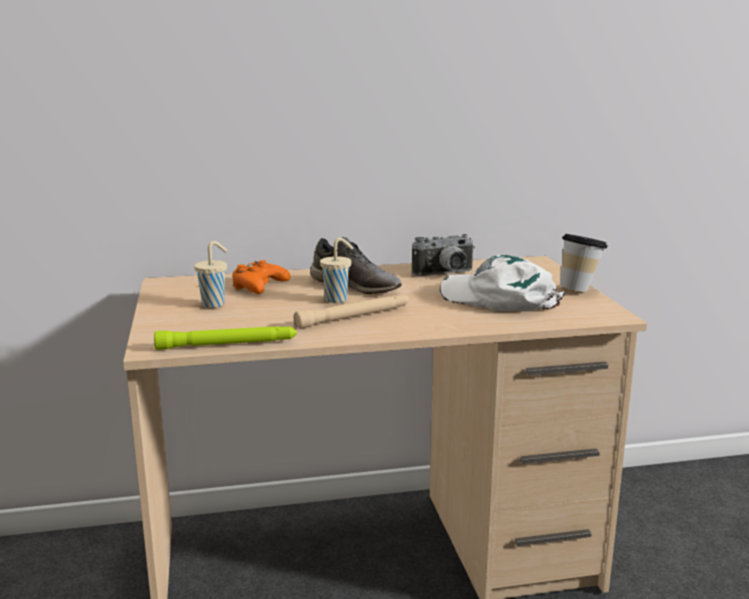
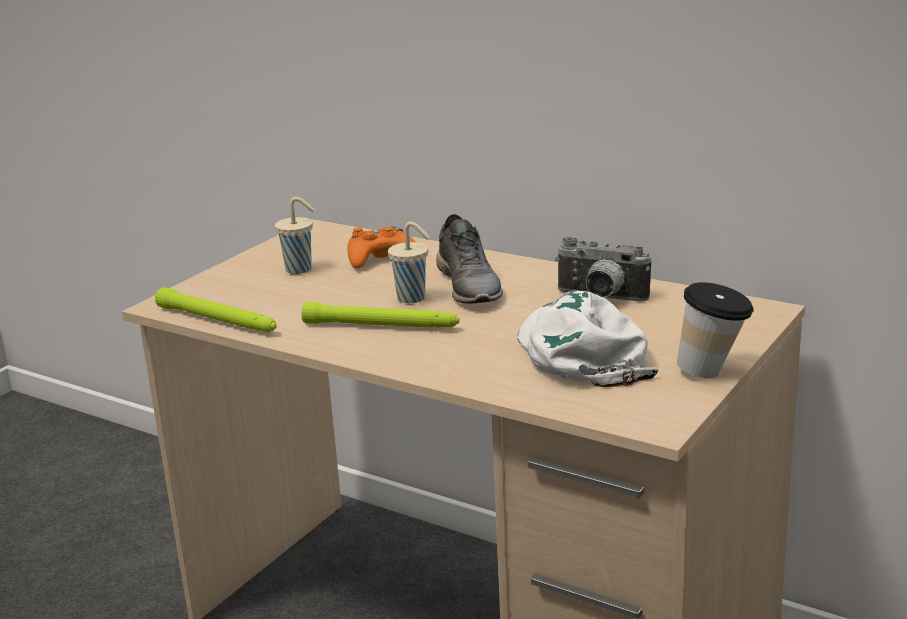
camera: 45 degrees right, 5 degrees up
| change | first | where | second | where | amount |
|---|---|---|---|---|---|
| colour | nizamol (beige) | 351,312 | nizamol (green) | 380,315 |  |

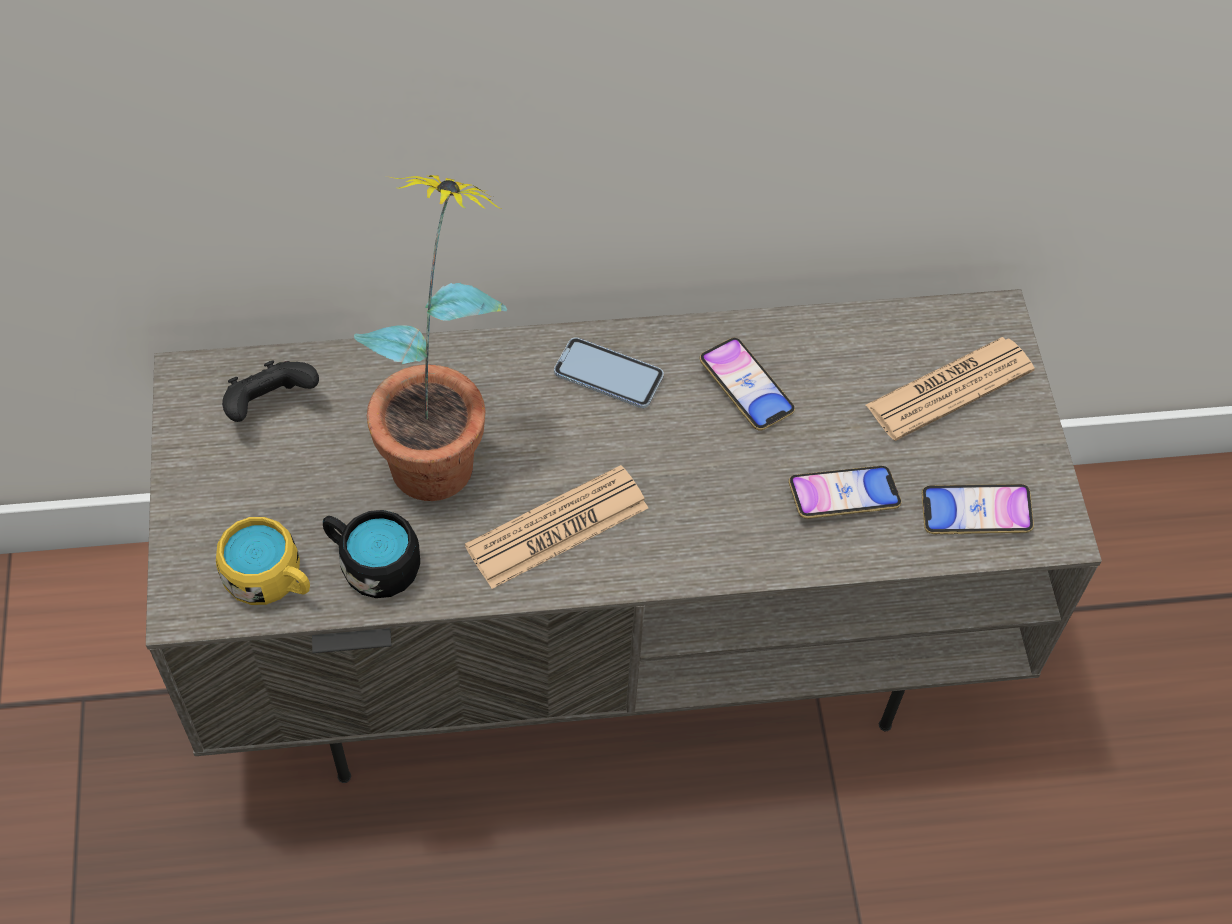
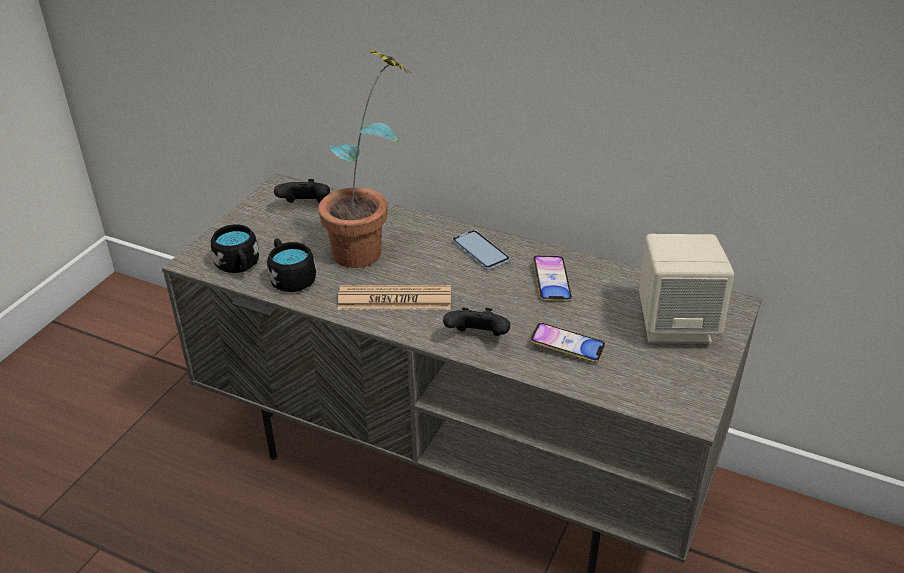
camera: 35 degrees right, 20 degrees down
| change | first | where | second | where | amount |
|---|---|---|---|---|---|
| colour | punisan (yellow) | 263,561 | punisan (black) | 235,248 |  |
| exchanged | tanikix | 950,389 | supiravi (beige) | 686,289 |  |
| missing | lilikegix | 978,509 |  |  |  |
| appeared |  |  | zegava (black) | 476,321 |  |

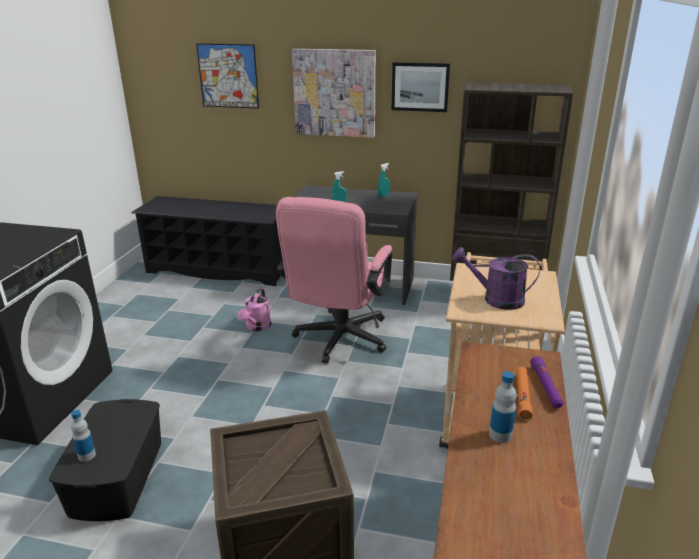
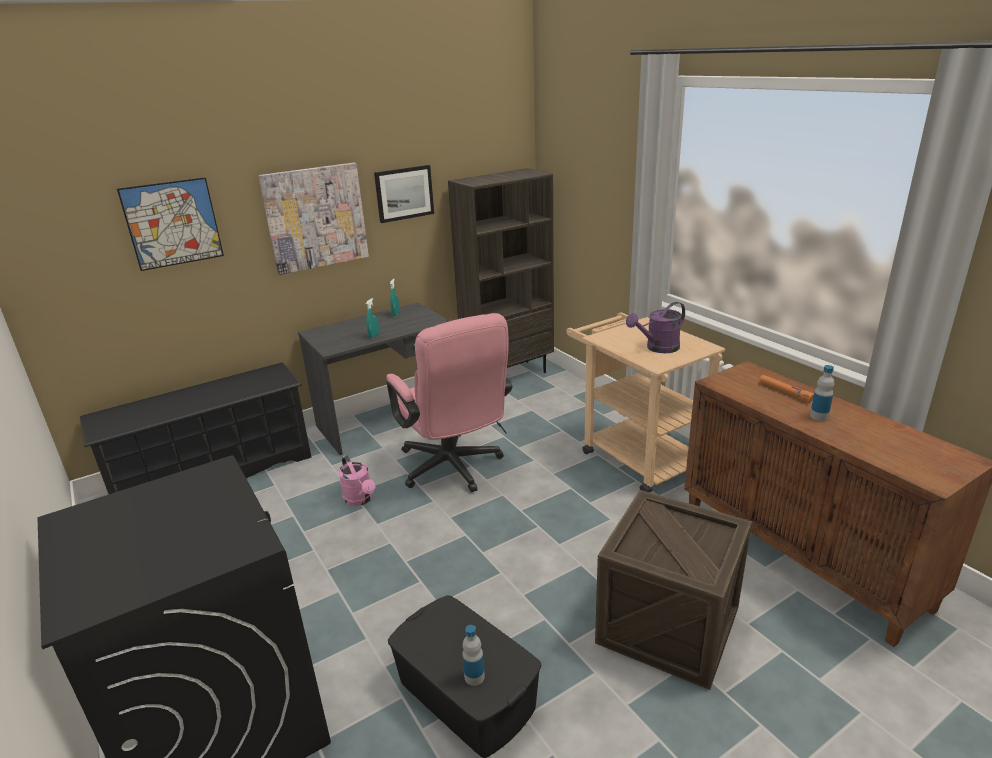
camera: 45 degrees left, 0 degrees up
| change | first | where | second | where | amount |
|---|---|---|---|---|---|
| missing | nizamol (purple) | 547,382 |  |  |  |

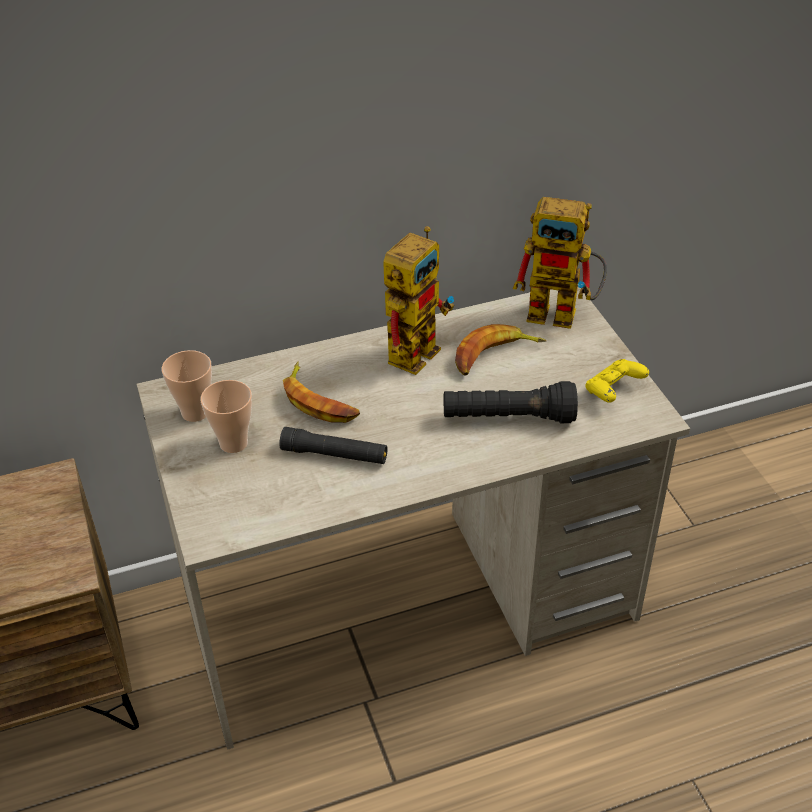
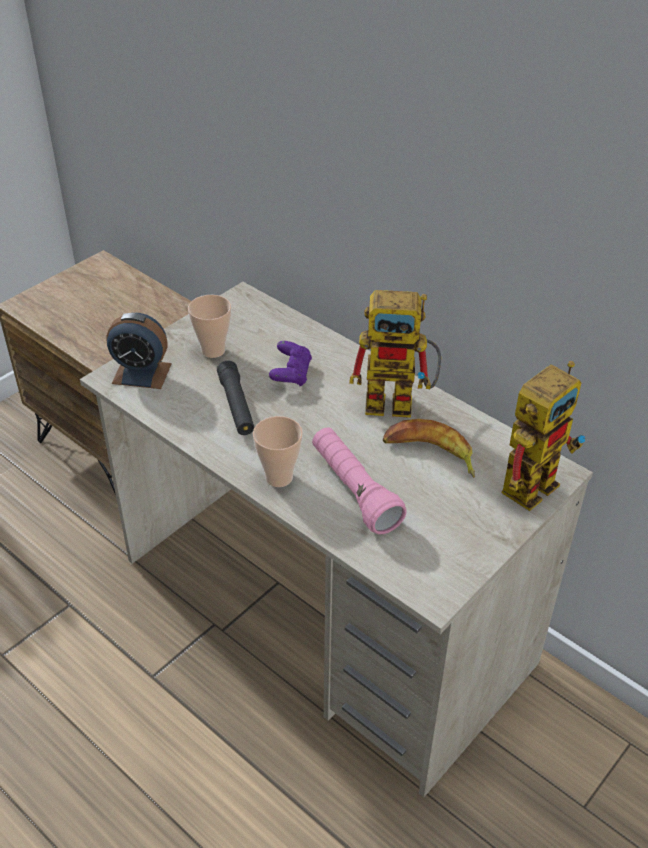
camera: 60 degrees right, 0 degrees up
| change | first | where | second | where | amount |
|---|---|---|---|---|---|
| relocated | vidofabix | 187,386 |  | 278,451 |  |
| exchanged | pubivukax | 321,392 | zegava (purple) | 290,364 |  |
| colour | nizamol (black) | 511,402 | nizamol (pink) | 359,481 |  |
| spun | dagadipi | 560,263 |  | 543,436 | 120 degrees counterclockwise |
| missing | zegava (yellow) | 617,381 |  |  |  |
| appeared |  |  | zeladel | 139,351 |  |

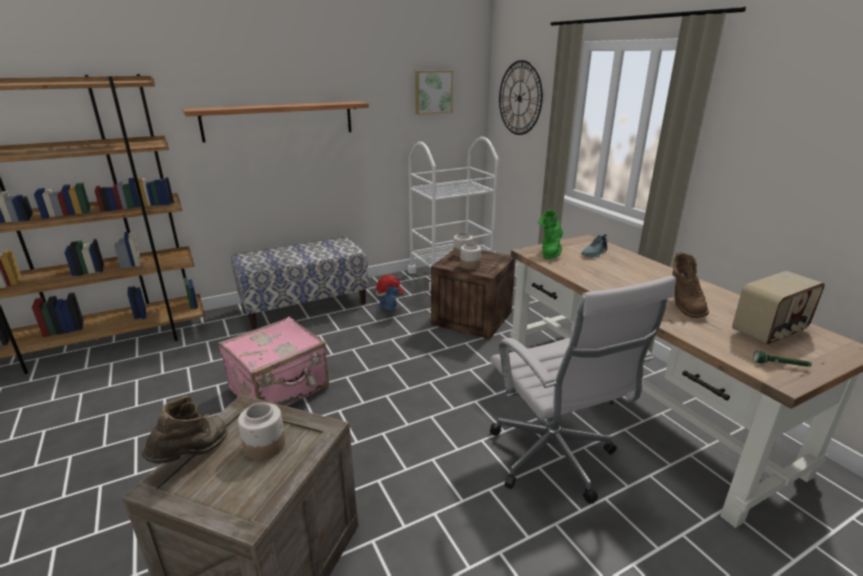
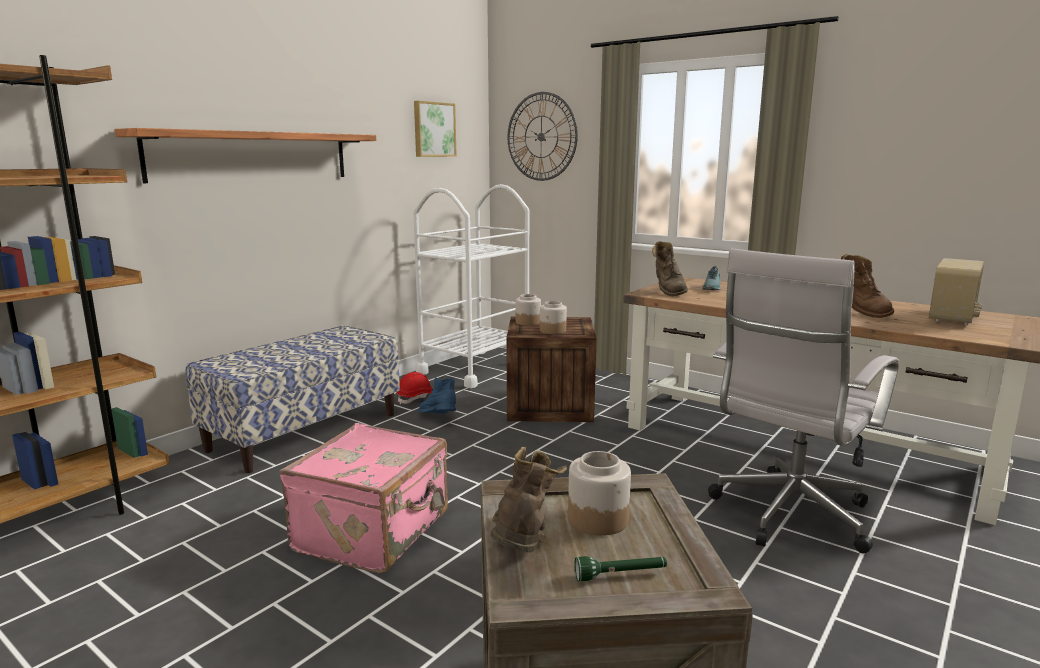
camera: 25 degrees left, 10 degrees down
| change | first | where | second | where | amount |
|---|---|---|---|---|---|
| spun | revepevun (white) | 583,390 |  | 803,401 | 90 degrees clockwise |
| colour | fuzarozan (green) | 550,234 | fuzarozan (brown) | 670,268 |  |
| relocated | nizamol (green) | 782,359 |  | 620,568 |  |

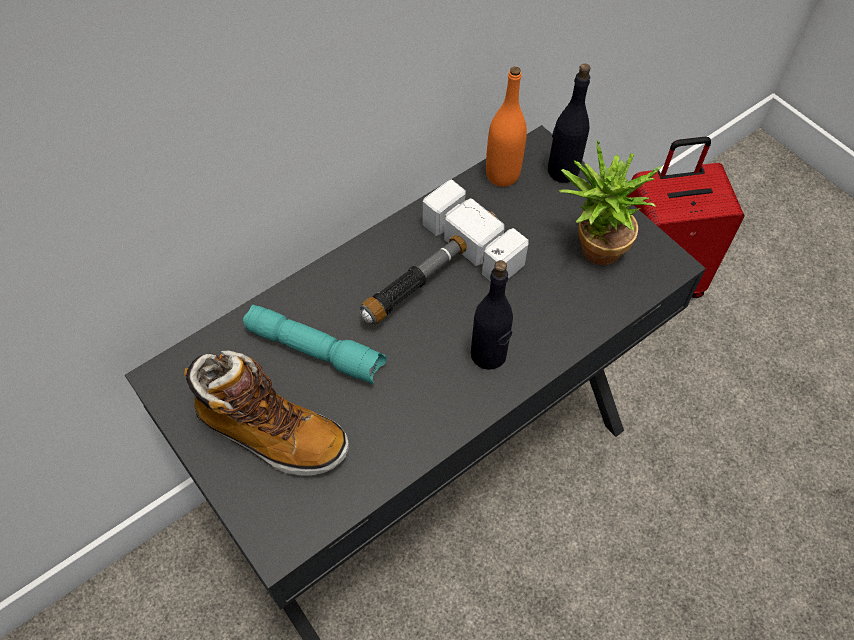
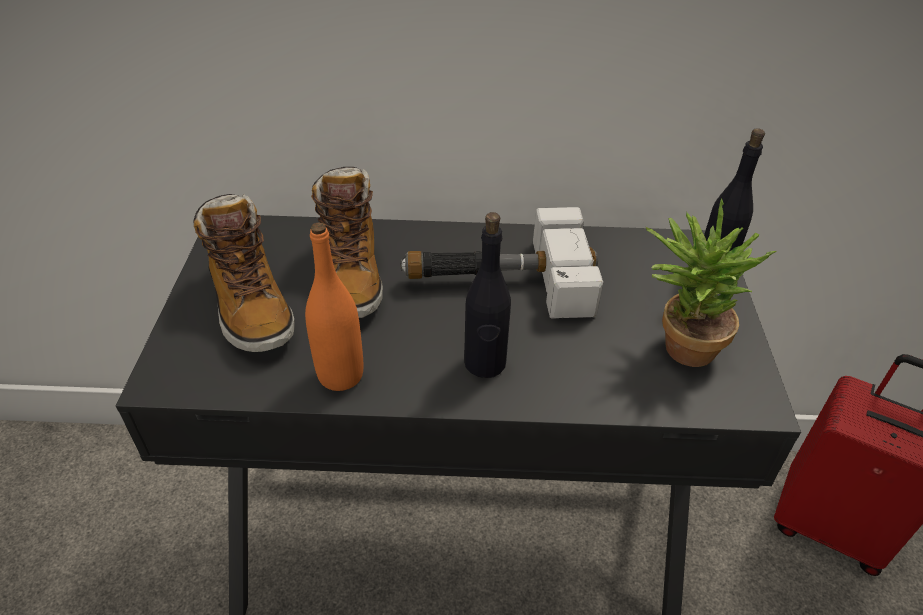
camera: 40 degrees right, 15 degrees down
| change | first | where | second | where | amount |
|---|---|---|---|---|---|
| exchanged | nizamol (turquoise) | 315,345 | fuzarozan | 347,243 |  |
| relocated | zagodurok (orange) | 506,126 |  | 334,306 |  |

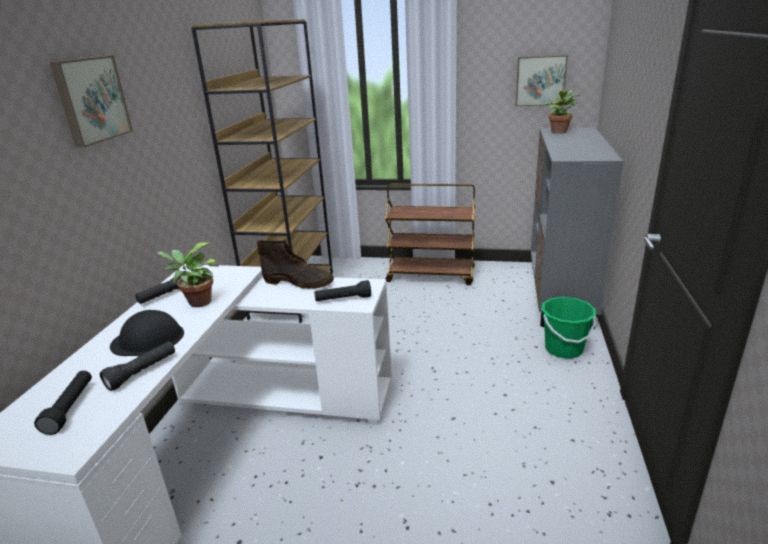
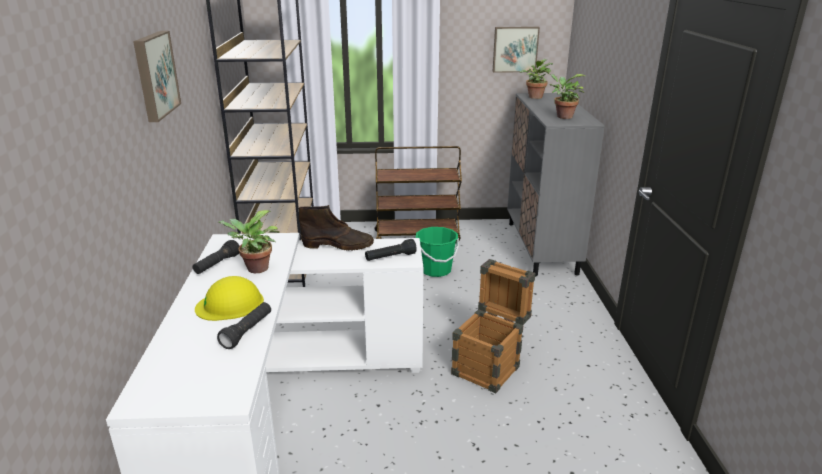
camera: 15 degrees left, 0 degrees up
| change | first | where | second | where | amount |
|---|---|---|---|---|---|
| missing | nizamol (black) | 63,402 |  |  |  |
| colour | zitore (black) | 147,333 | zitore (yellow) | 229,298 |  |
| relocated | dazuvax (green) | 569,328 |  | 437,252 |  |
| appeared |  |  | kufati | 493,326 |  |
| appeared |  |  | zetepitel | 567,96 |  |

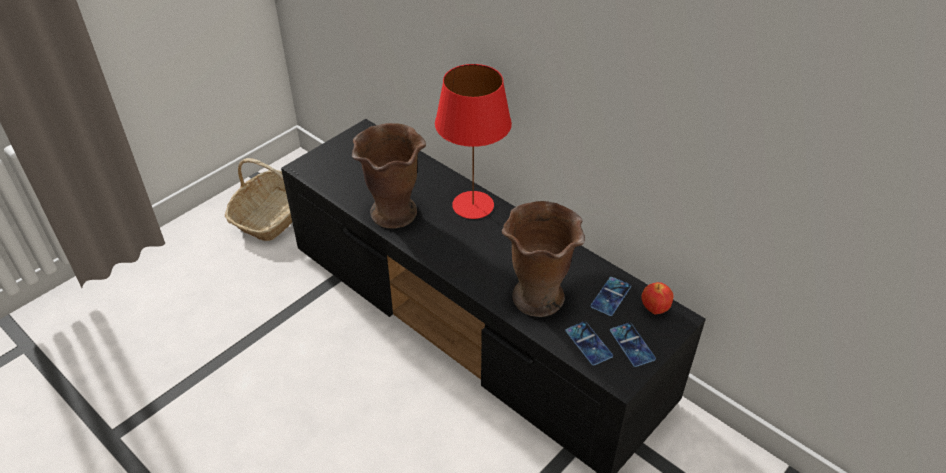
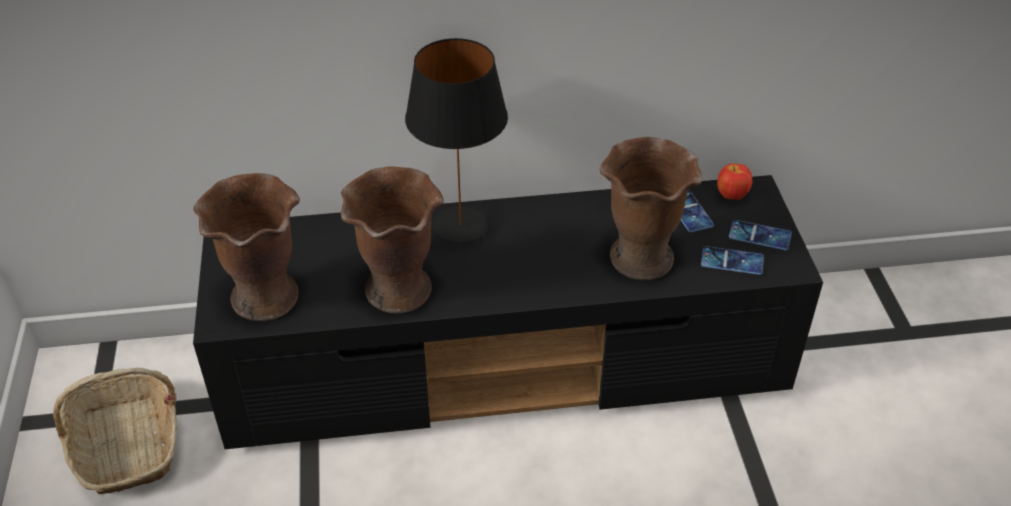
camera: 50 degrees left, 0 degrees up
| change | first | where | second | where | amount |
|---|---|---|---|---|---|
| colour | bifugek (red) | 473,141 | bifugek (black) | 456,141 |  |
| appeared |  |  | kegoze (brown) | 246,247 |  |

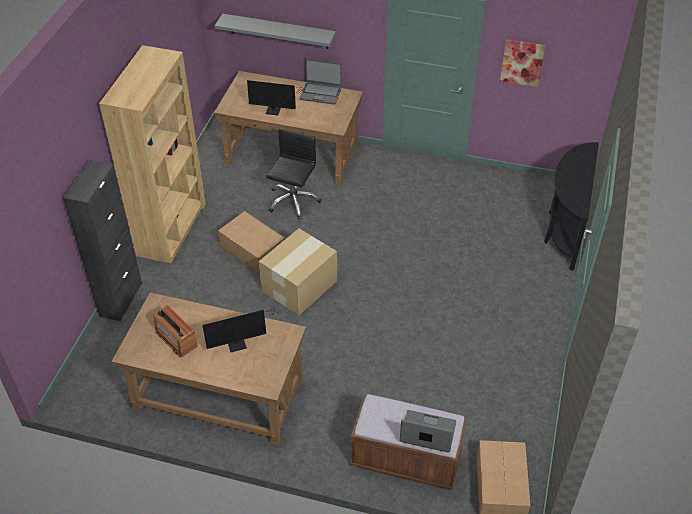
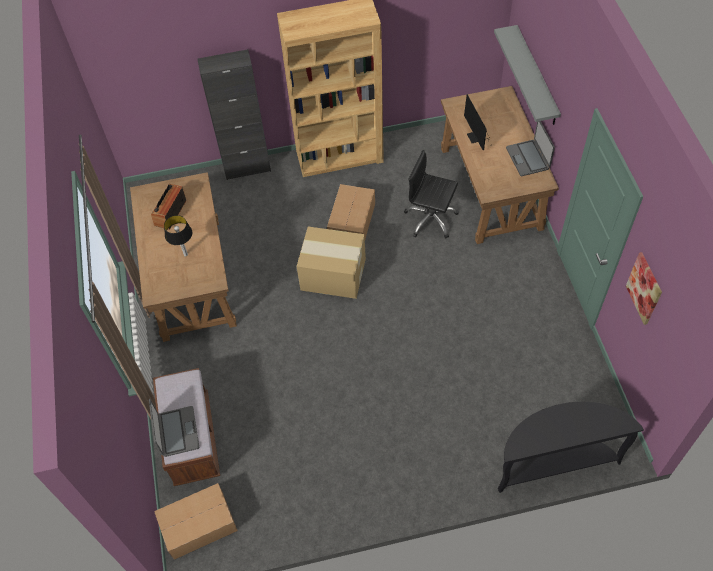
camera: 65 degrees right, 10 degrees up
| change | first | where | second | where | amount |
|---|---|---|---|---|---|
| exchanged | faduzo | 243,330 | bifugek | 178,236 |  |
| spun | revepevun (black) | 293,174 |  | 431,194 | 150 degrees counterclockwise |

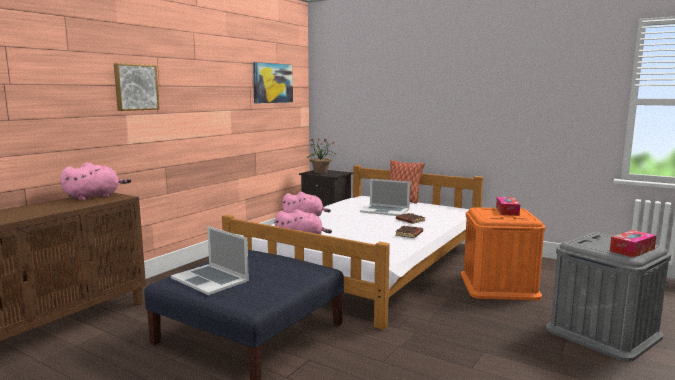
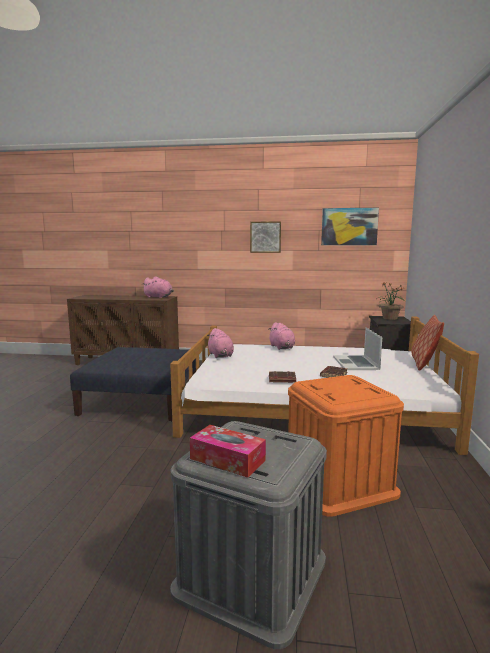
camera: 65 degrees right, 0 degrees up
| change | first | where | second | where | amount |
|---|---|---|---|---|---|
| relocated | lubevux | 137,87 |  | 265,237 |  |
| missing | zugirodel | 210,260 |  |  |  |
| missing | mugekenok | 508,206 |  |  |  |

